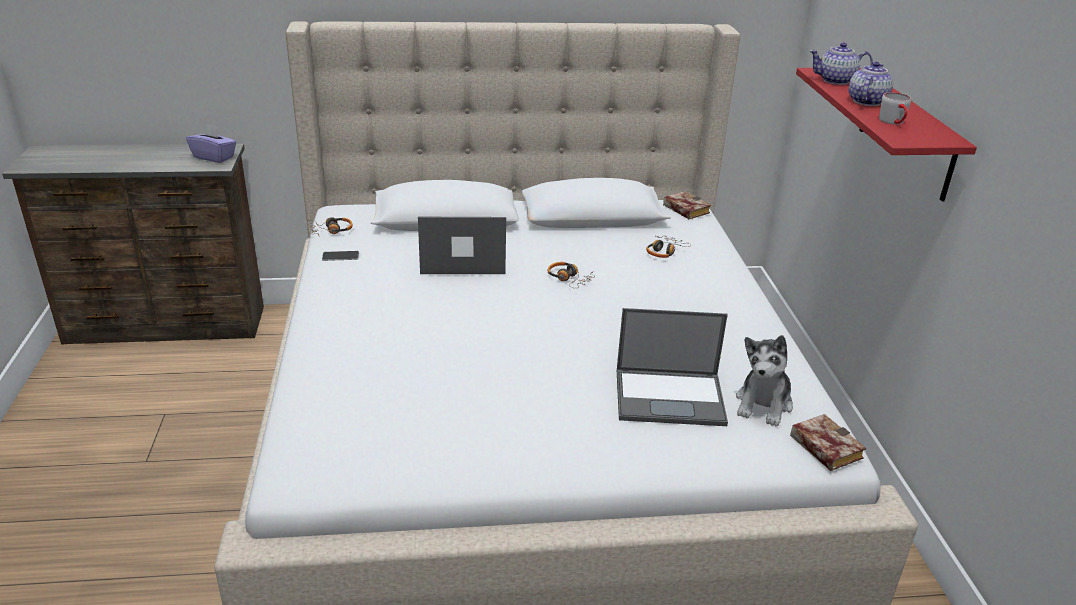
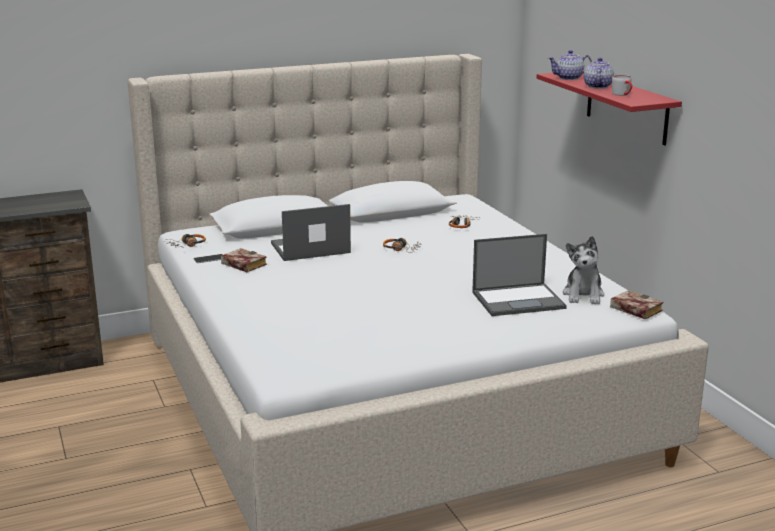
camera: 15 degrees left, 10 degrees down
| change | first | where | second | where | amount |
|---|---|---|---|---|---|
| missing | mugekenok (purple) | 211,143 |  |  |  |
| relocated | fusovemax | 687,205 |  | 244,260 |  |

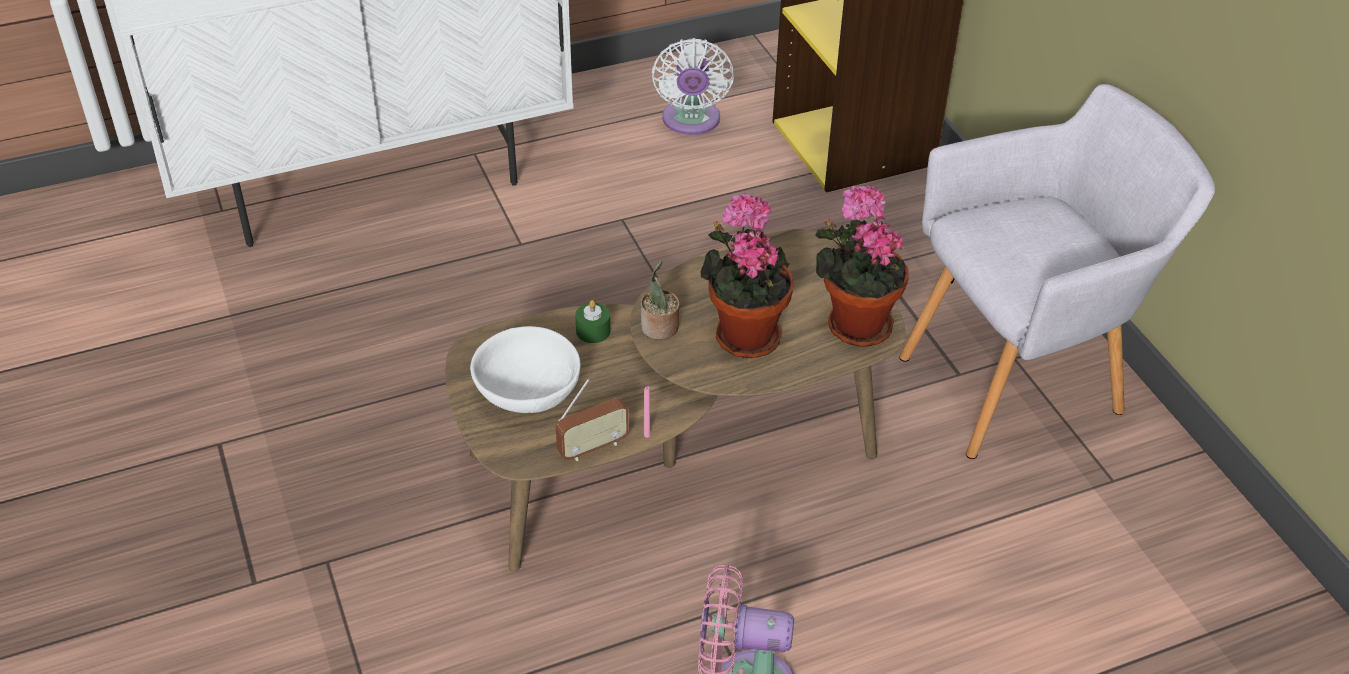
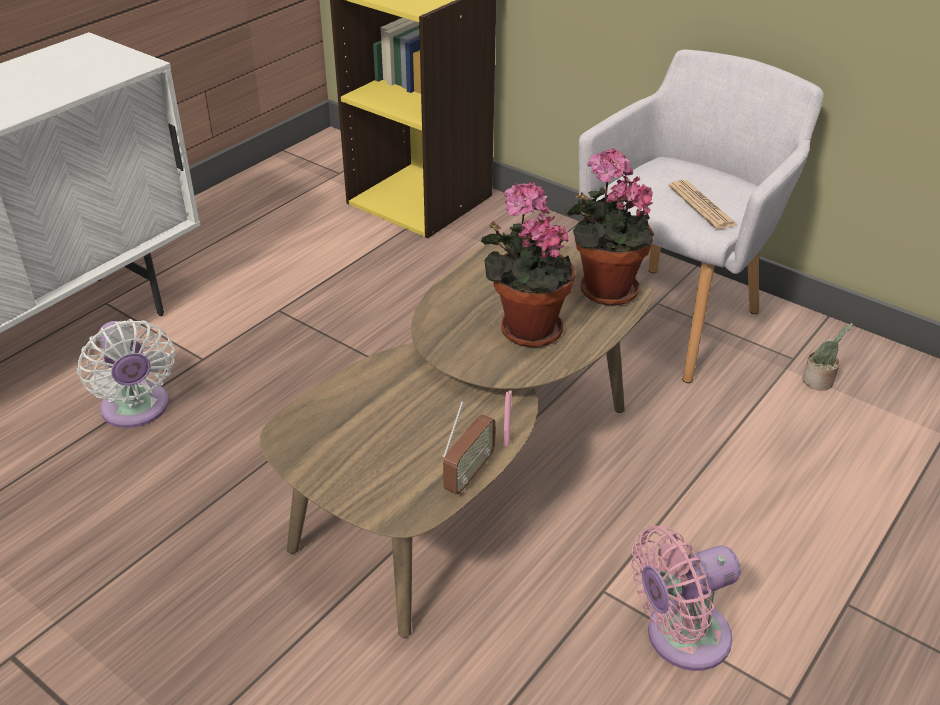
camera: 30 degrees left, 5 degrees down
| change | first | where | second | where | amount |
|---|---|---|---|---|---|
| missing | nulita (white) | 525,369 |  |  |  |
| missing | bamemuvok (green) | 592,321 |  |  |  |
| relocated | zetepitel | 660,300 |  | 827,357 |  |
| relocated | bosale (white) | 693,86 |  | 126,373 |  |
| appeared |  |  | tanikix | 703,204 |  |

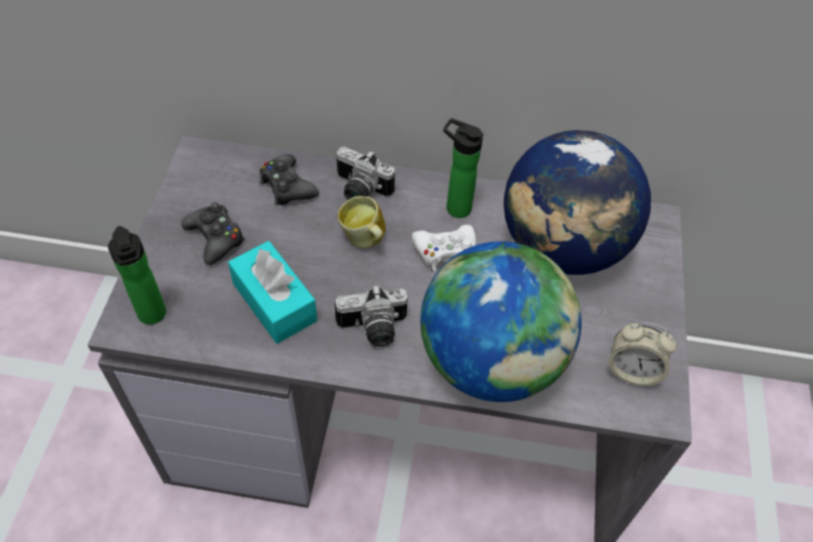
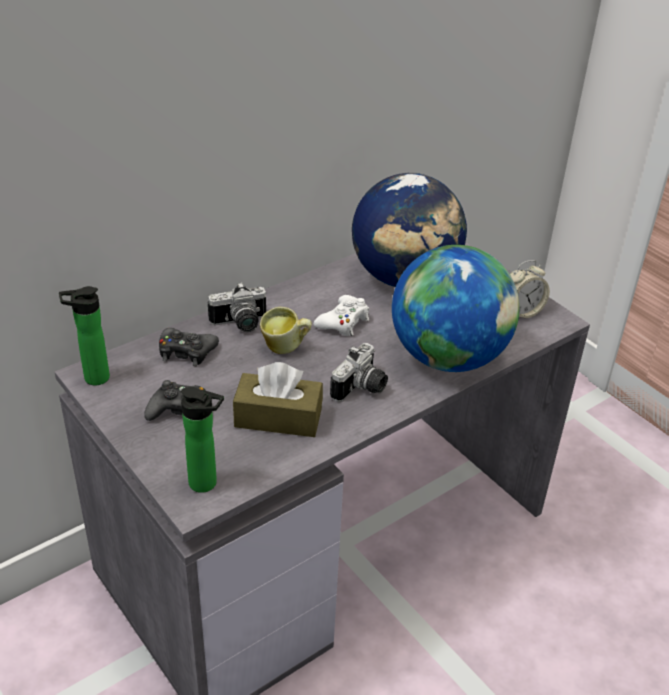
camera: 45 degrees left, 15 degrees down
| change | first | where | second | where | amount |
|---|---|---|---|---|---|
| colour | mugekenok (turquoise) | 272,292 | mugekenok (brown) | 278,399 |  |
| relocated | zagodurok | 463,168 |  | 84,335 |  |

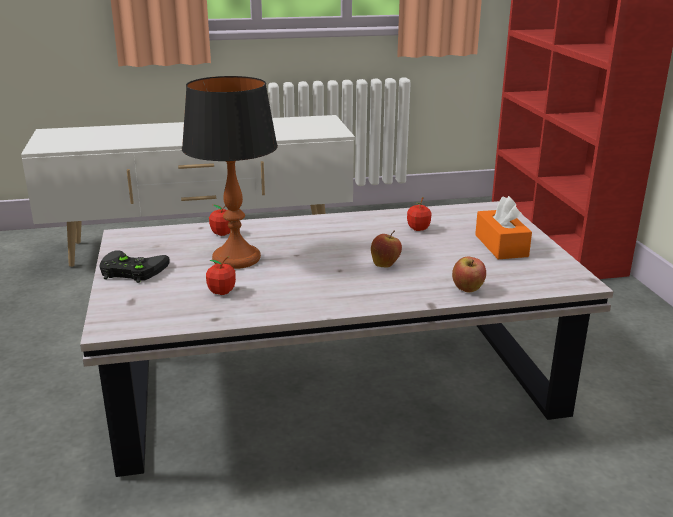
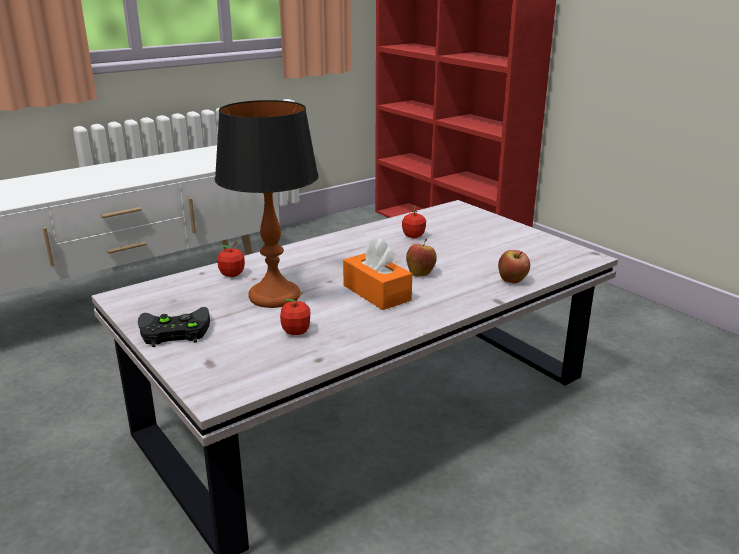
camera: 25 degrees left, 0 degrees up
| change | first | where | second | where | amount |
|---|---|---|---|---|---|
| relocated | mugekenok (orange) | 503,227 |  | 377,274 |  |

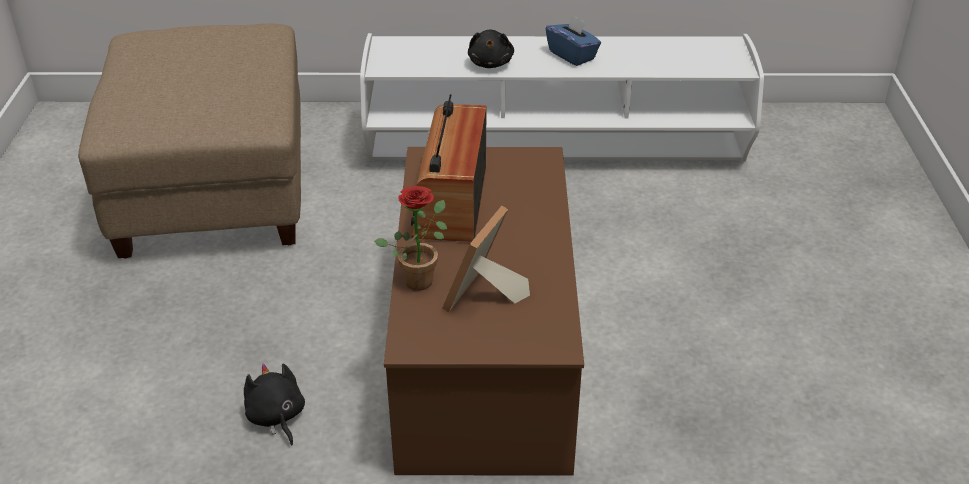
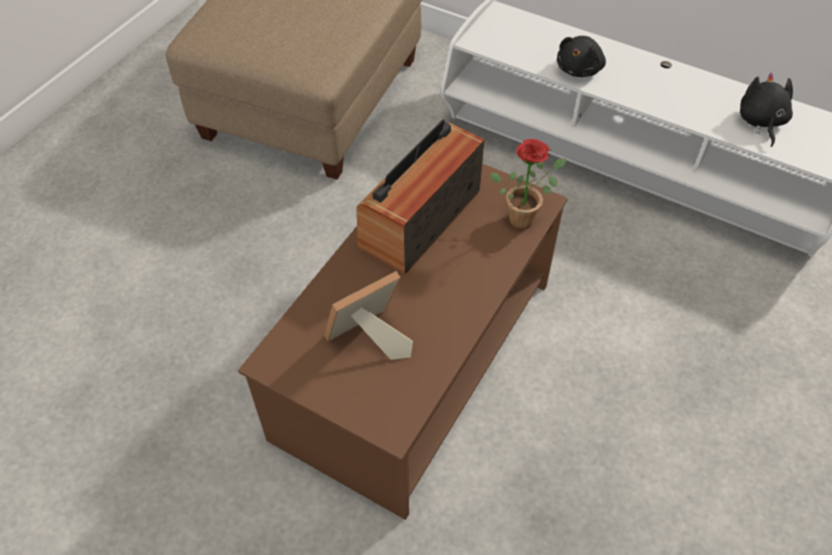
camera: 30 degrees right, 15 degrees up
| change | first | where | second | where | amount |
|---|---|---|---|---|---|
| relocated | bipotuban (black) | 274,404 |  | 766,110 |  |
| relocated | zetepitel | 410,238 |  | 528,184 |  |
| missing | mugekenok (blue) | 573,40 |  |  |  |

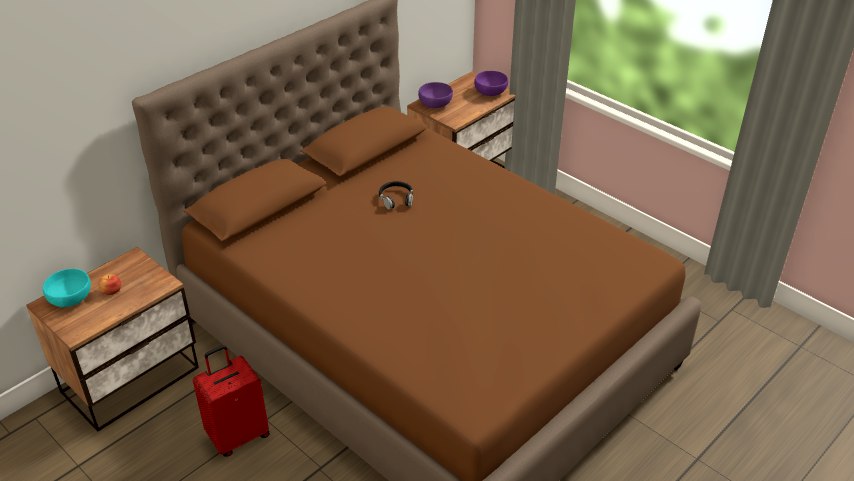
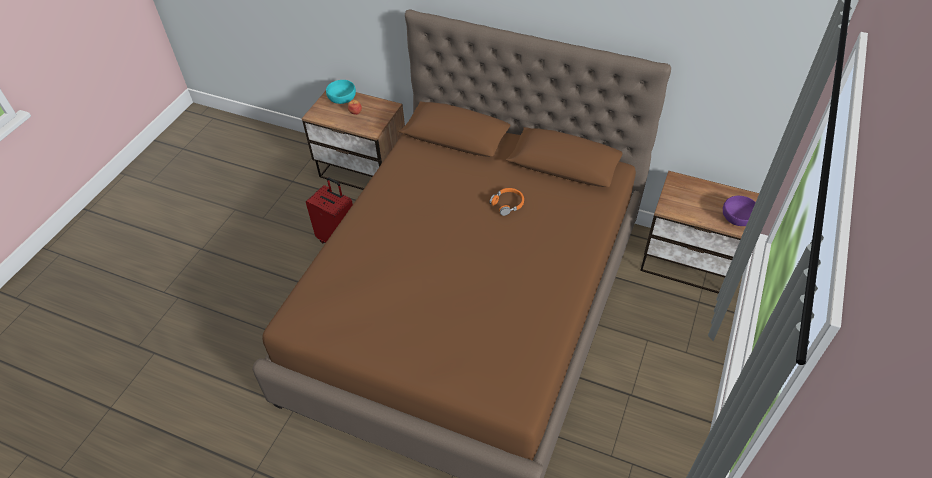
camera: 70 degrees right, 10 degrees up
| change | first | where | second | where | amount |
|---|---|---|---|---|---|
| colour | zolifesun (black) | 396,195 | zolifesun (orange) | 506,202 |  |
| missing | nulita (purple) | 435,95 |  |  |  |

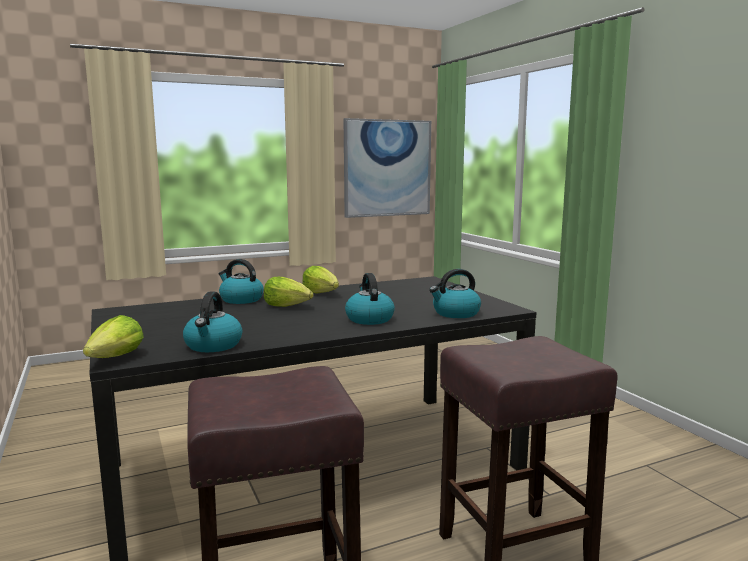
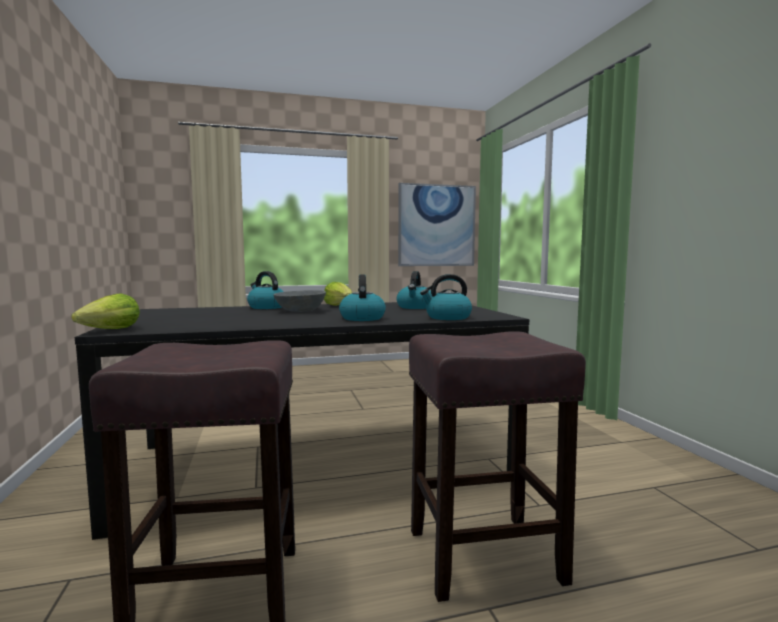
camera: 10 degrees right, 5 degrees down
| change | first | where | second | where | amount |
|---|---|---|---|---|---|
| relocated | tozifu | 212,322 |  | 414,290 |  |
| exchanged | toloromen | 289,292 | nulita (grey) | 300,301 |  |

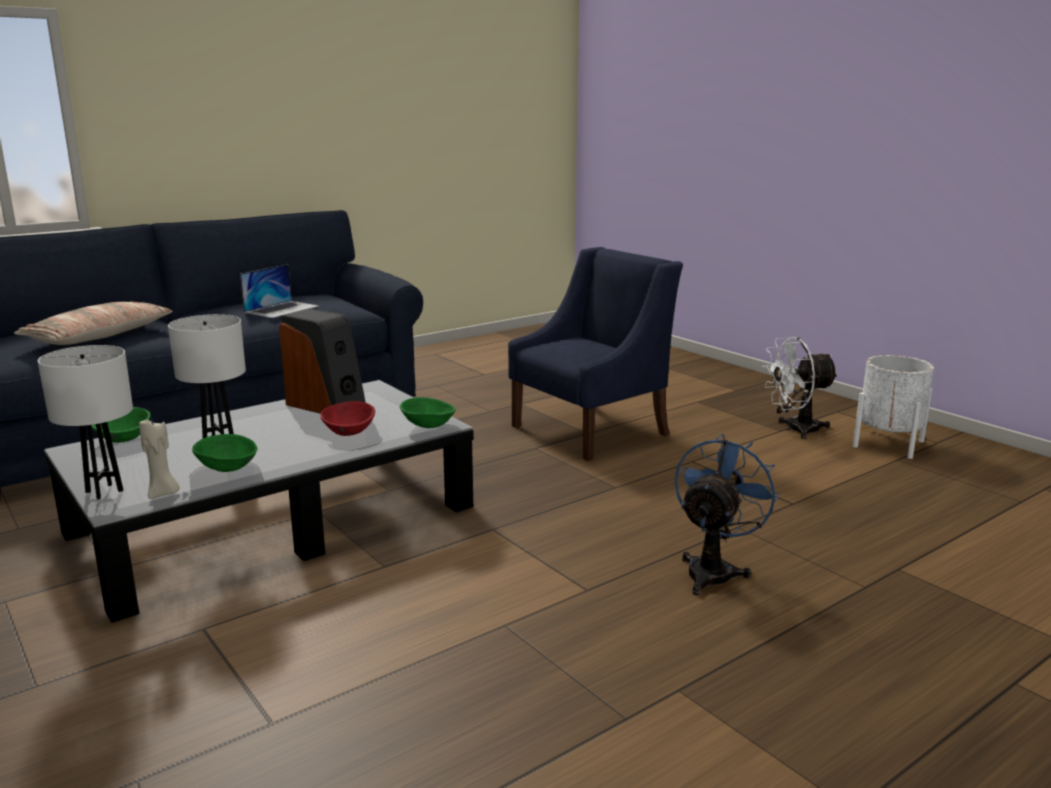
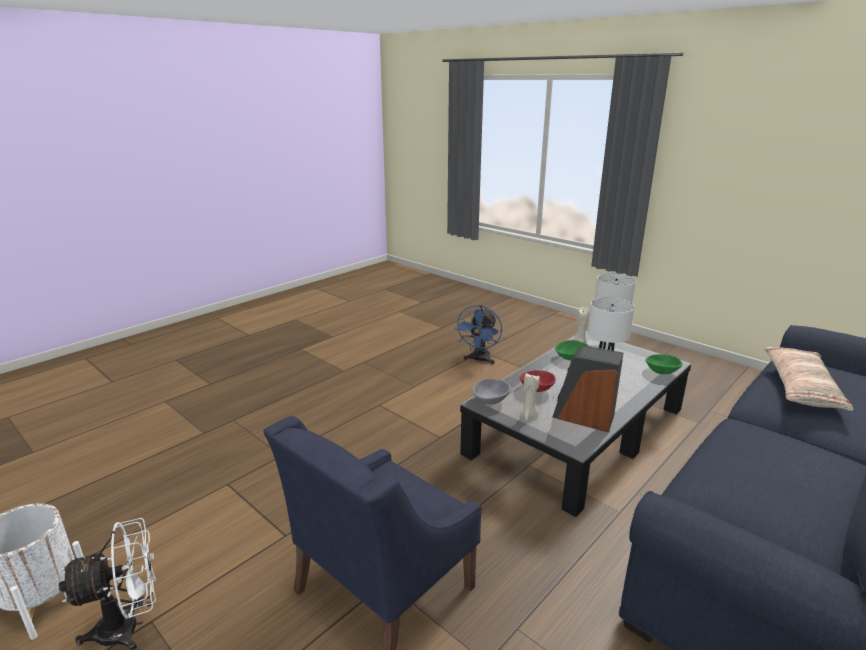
camera: 170 degrees right, 5 degrees up
| change | first | where | second | where | amount |
|---|---|---|---|---|---|
| missing | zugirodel | 279,291 |  |  |  |
| colour | nulita (green) | 428,412 | nulita (grey) | 491,391 |  |
| relocated | bosale (blue) | 727,514 |  | 478,334 |  |
| appeared |  |  | bamemuvok (beige) | 530,397 |  |

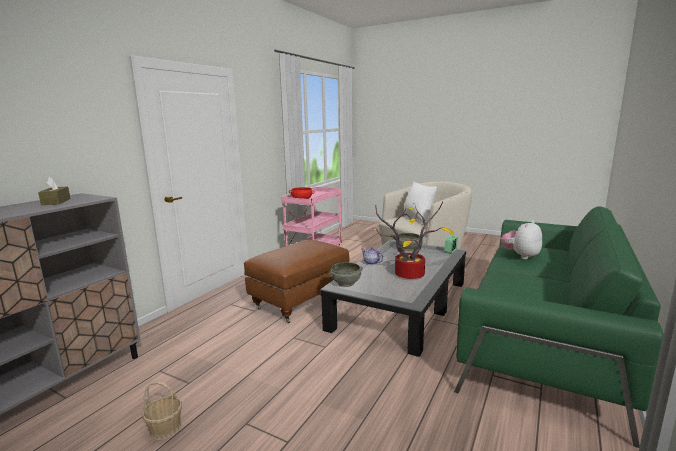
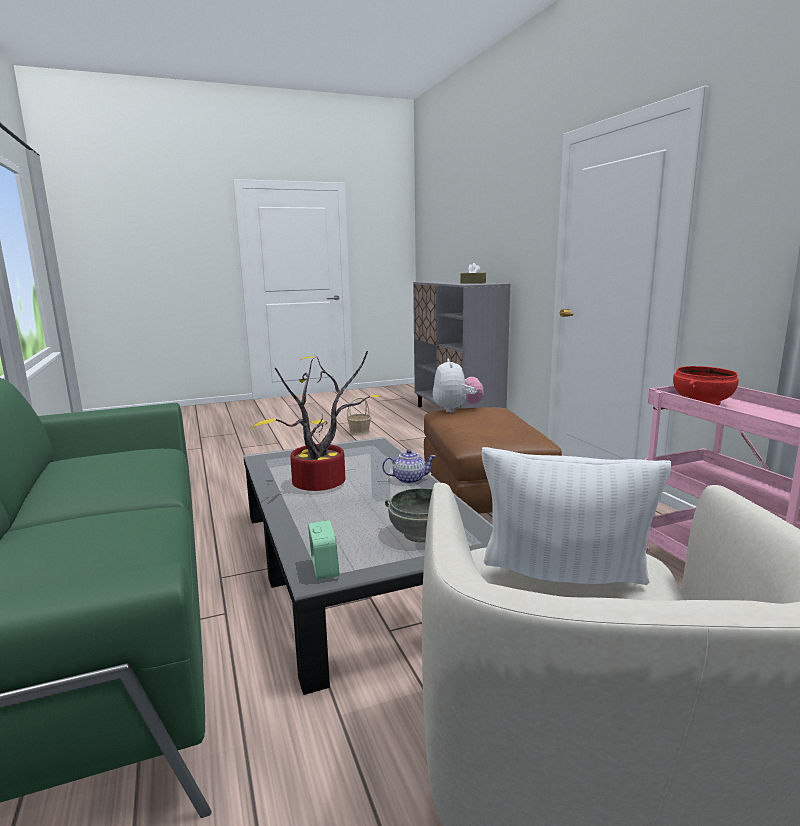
camera: 130 degrees right, 0 degrees up
| change | first | where | second | where | amount |
|---|---|---|---|---|---|
| missing | nulita (grey) | 346,274 |  |  |  |
| relocated | bipotuban | 521,239 |  | 458,385 |  |

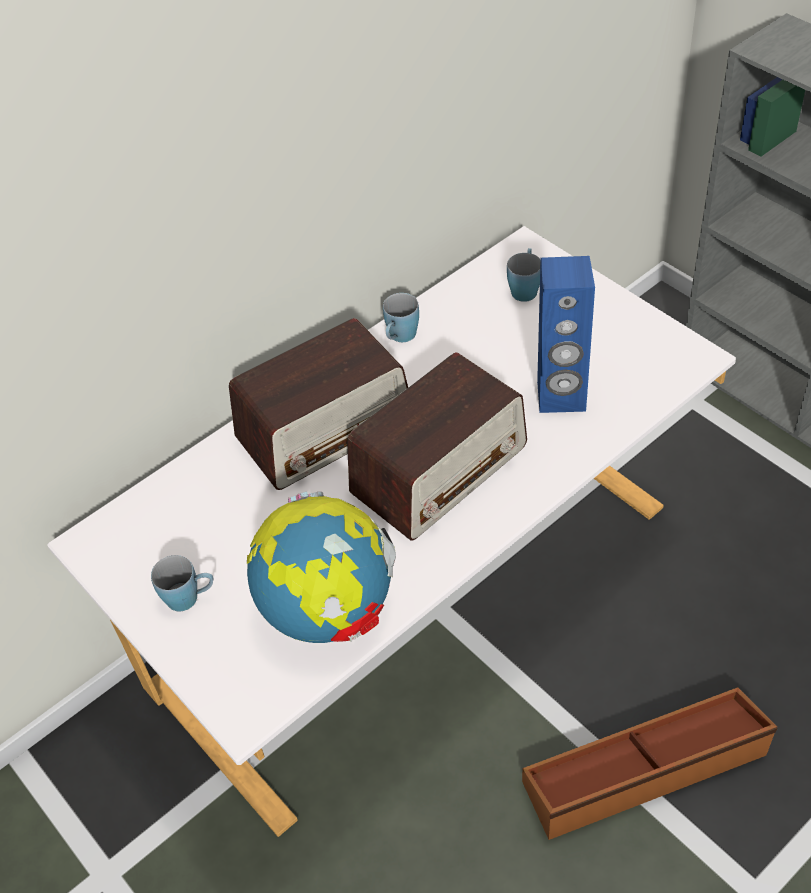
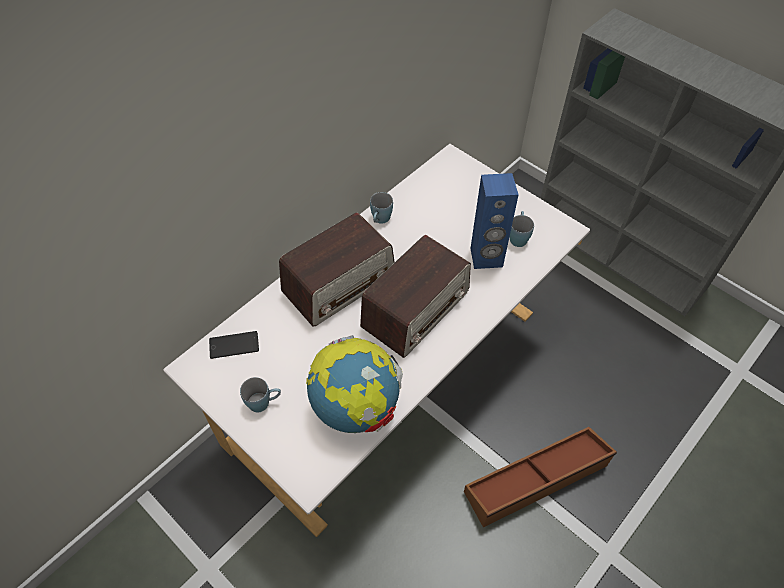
camera: 10 degrees left, 5 degrees up
| change | first | where | second | where | amount |
|---|---|---|---|---|---|
| relocated | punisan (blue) | 523,275 |  | 522,229 |  |
| appeared |  |  | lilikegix | 234,345 |  |

